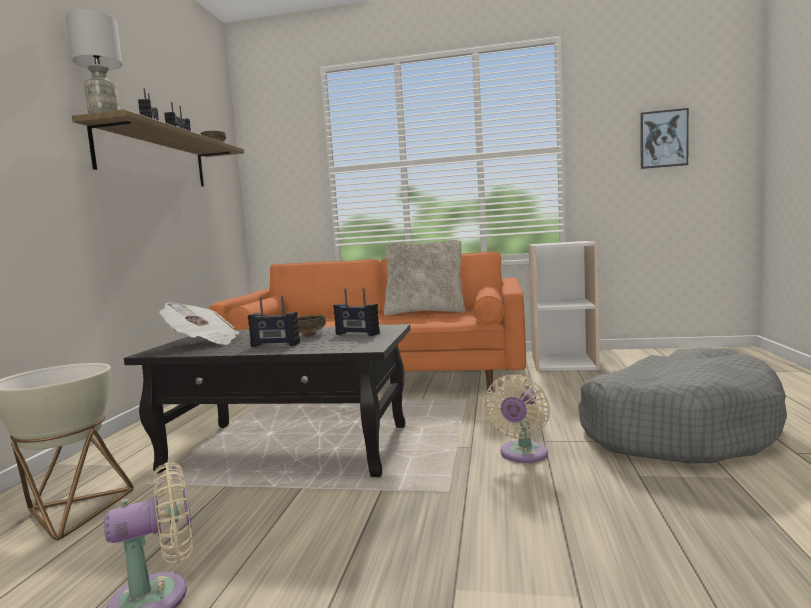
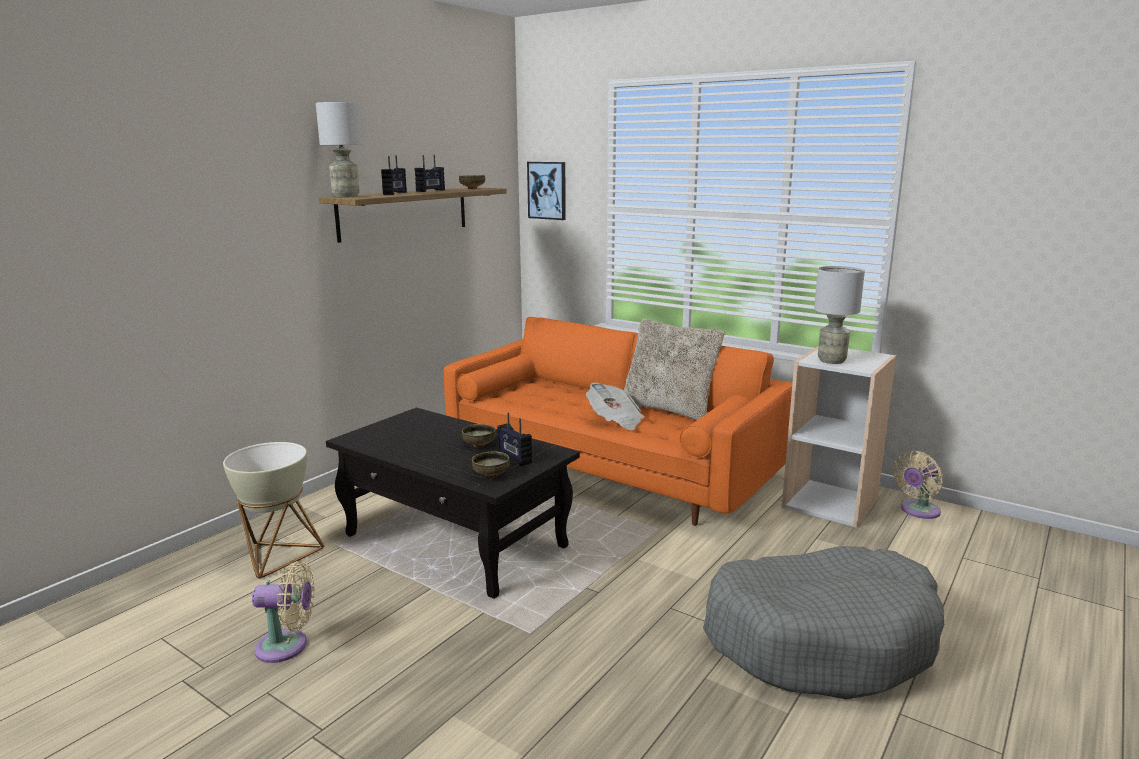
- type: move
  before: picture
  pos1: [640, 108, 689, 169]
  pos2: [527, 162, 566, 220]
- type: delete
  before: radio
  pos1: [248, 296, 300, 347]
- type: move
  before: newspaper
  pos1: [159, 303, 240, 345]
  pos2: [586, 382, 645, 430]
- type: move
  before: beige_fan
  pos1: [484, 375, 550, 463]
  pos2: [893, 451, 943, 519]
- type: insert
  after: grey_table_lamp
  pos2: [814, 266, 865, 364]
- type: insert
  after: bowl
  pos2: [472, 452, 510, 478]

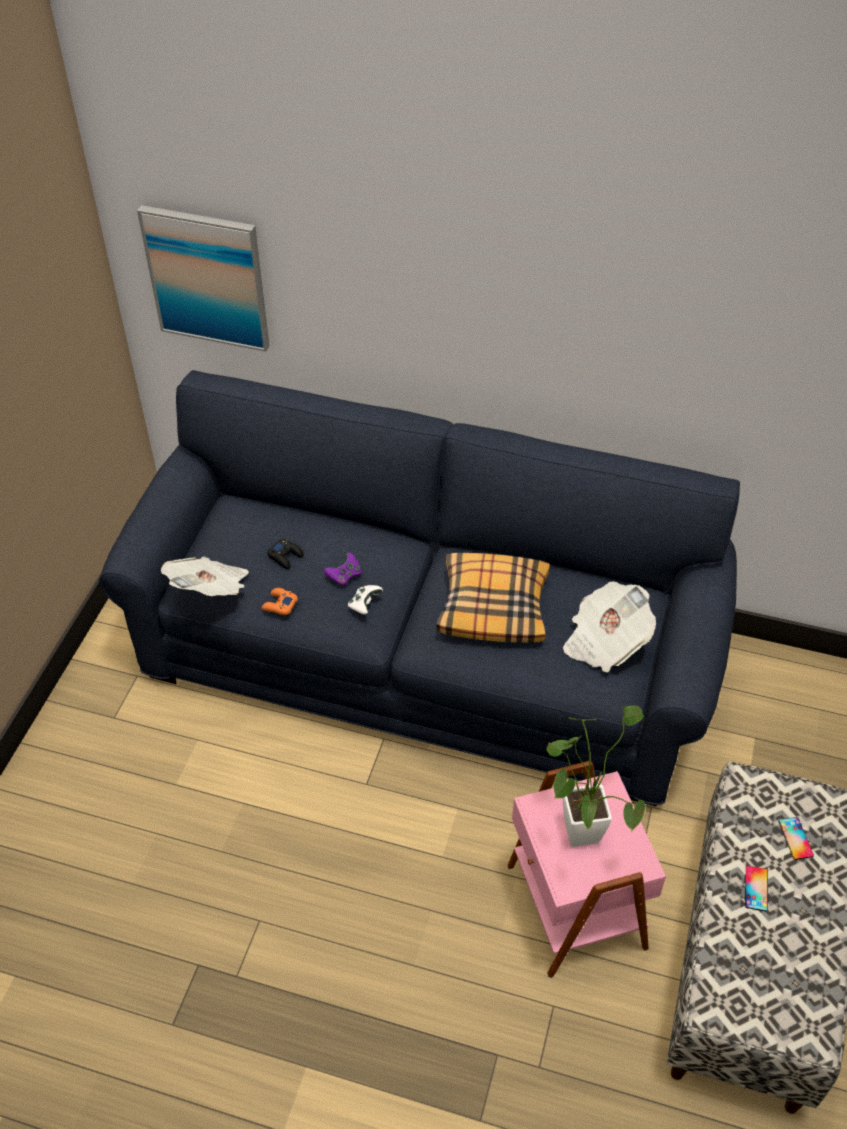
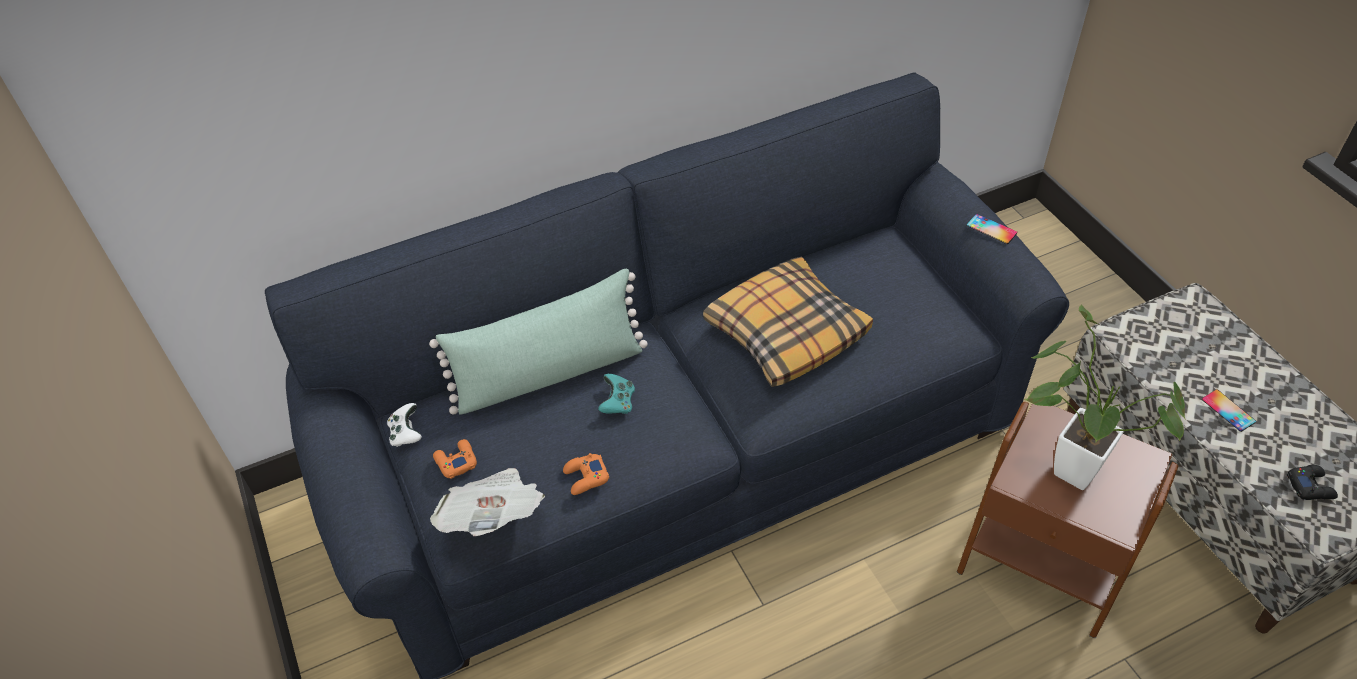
- type: delete
  before: picture
  pos1: [137, 205, 269, 352]
- type: move
  before: black_game_controller
  pos1: [267, 539, 304, 569]
  pos2: [1287, 465, 1338, 500]
- type: recolor
  before: purple_game_controller
  after: turquoise_game_controller
  pos1: [323, 553, 362, 586]
  pos2: [598, 374, 635, 414]
- type: delete
  before: newspaper
  pos1: [563, 581, 656, 672]
- type: move
  before: white_game_controller
  pos1: [348, 585, 383, 614]
  pos2: [387, 403, 422, 447]
- type: recolor
  before: pink_side_table
  after: brown_side_table
  pos1: [508, 761, 666, 978]
  pos2: [957, 402, 1178, 638]
- type: move
  before: phone
  pos1: [778, 817, 814, 860]
  pos2: [966, 214, 1017, 244]
- type: insert
  after: green_pillow
  pos2: [429, 269, 648, 415]
- type: insert
  after: orange_game_controller
  pos2: [433, 439, 477, 479]

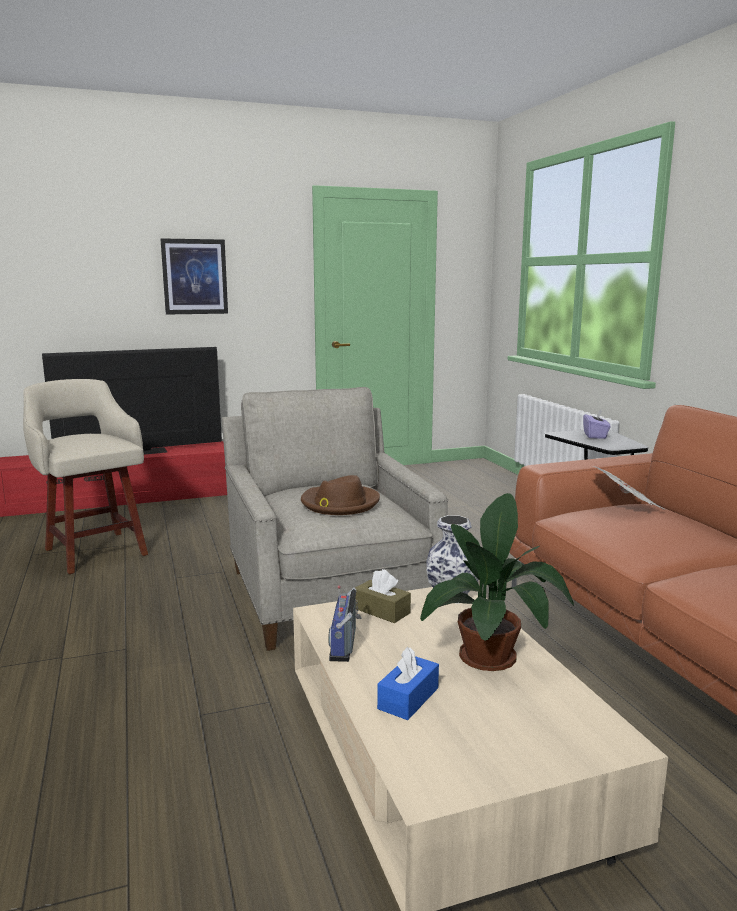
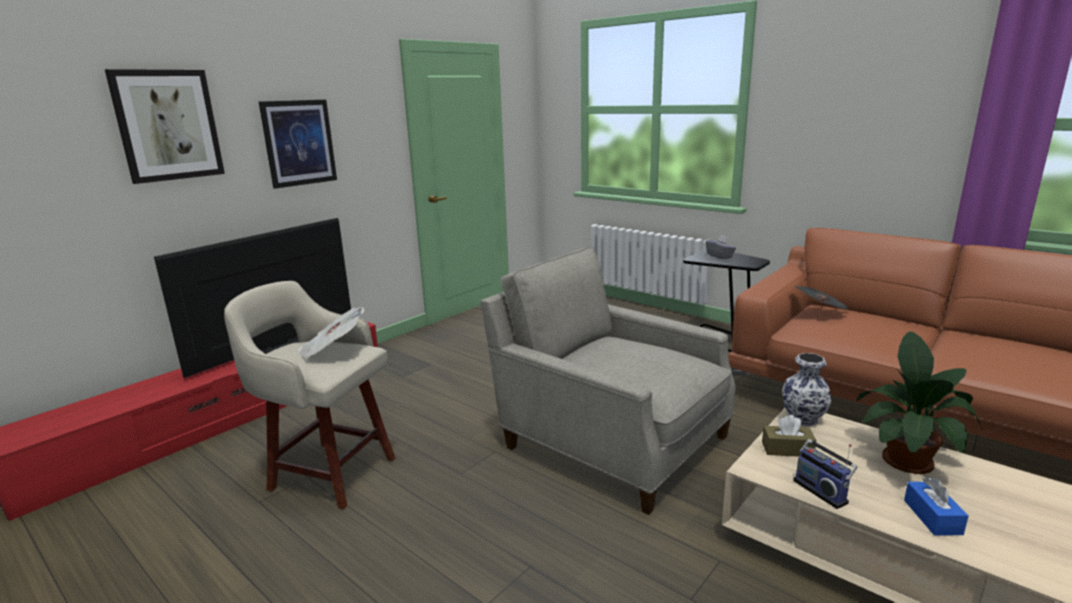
- type: recolor
  before: purple_tissue_box
  after: grey_tissue_box
  pos1: [583, 410, 610, 439]
  pos2: [706, 234, 736, 259]
- type: delete
  before: brown_hat
  pos1: [301, 475, 380, 515]
- type: insert
  after: picture
  pos2: [105, 69, 225, 184]
- type: insert
  after: newspaper
  pos2: [297, 307, 365, 359]

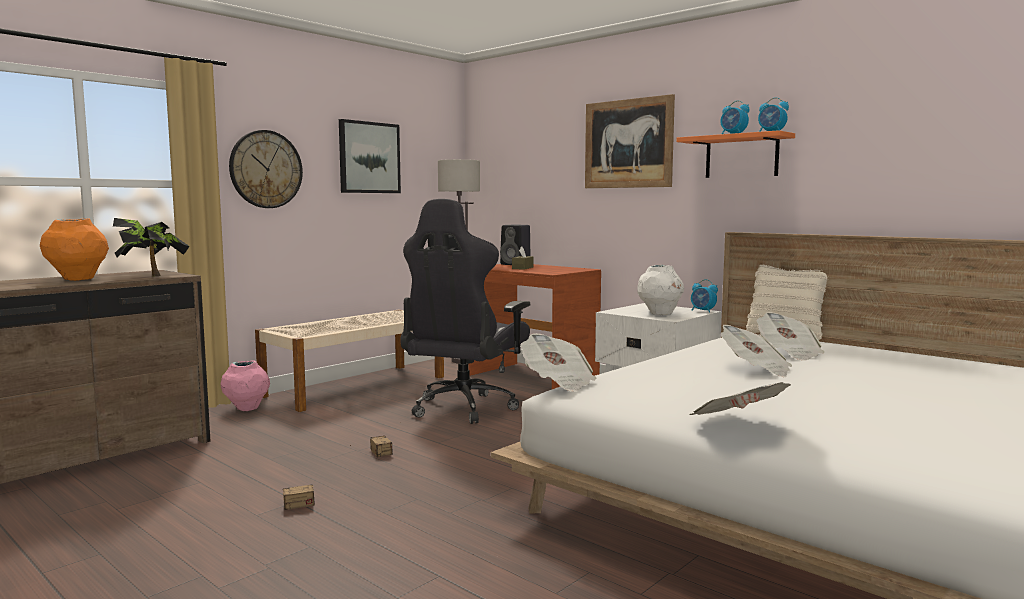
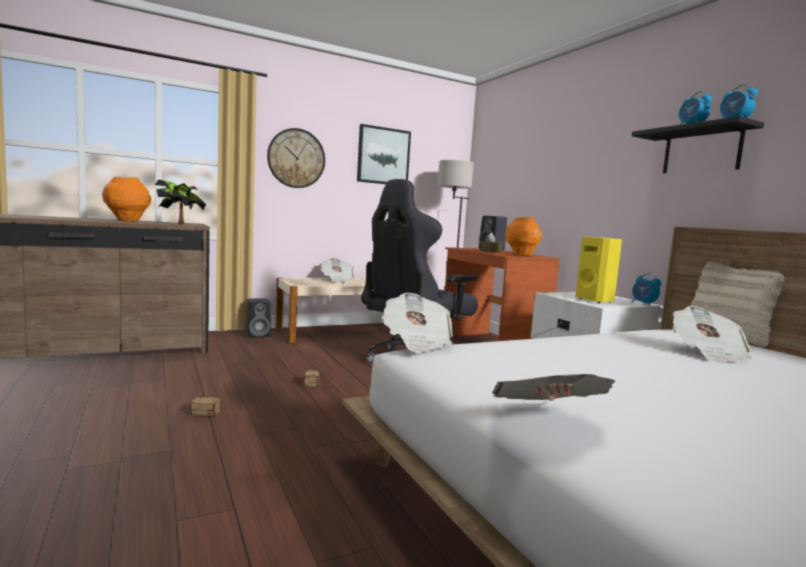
- type: delete
  before: picture
  pos1: [585, 94, 675, 188]
- type: recolor
  before: orange_shelf
  after: black_shelf
  pos1: [676, 130, 795, 178]
  pos2: [632, 116, 764, 173]
- type: replace
  before: white_vase
  after: yellow_speaker
  pos1: [637, 265, 684, 315]
  pos2: [576, 236, 622, 303]
- type: move
  before: newspaper
  pos1: [721, 325, 792, 378]
  pos2: [320, 258, 354, 283]
- type: replace
  before: pink_vase
  after: black_speaker
  pos1: [221, 360, 270, 411]
  pos2: [246, 298, 271, 338]
- type: insert
  after: orange_vase
  pos2: [505, 217, 542, 256]

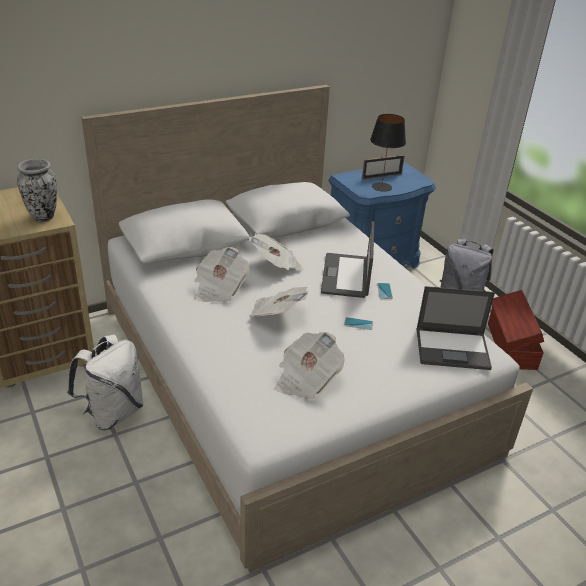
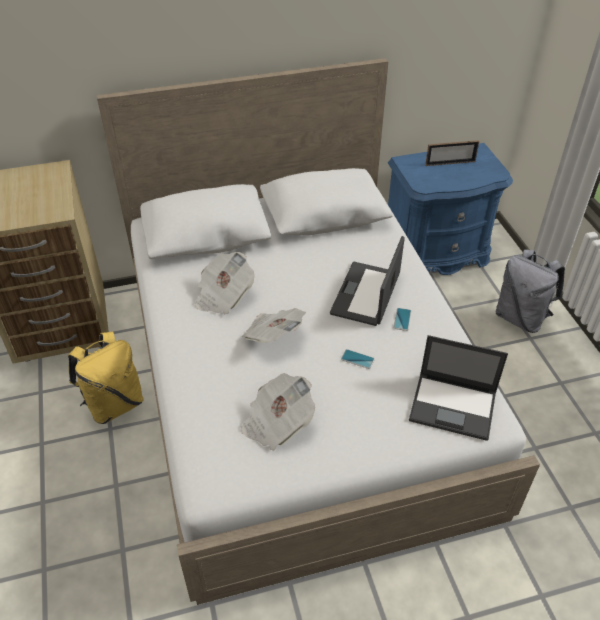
- type: delete
  before: black_table_lamp
  pos1: [370, 114, 406, 192]
- type: delete
  before: vase
  pos1: [17, 159, 57, 222]
- type: delete
  before: newspaper
  pos1: [249, 234, 303, 270]
- type: delete
  before: brown_storage_box
  pos1: [488, 290, 544, 370]
- type: recolor
  before: white_backpack
  after: yellow_backpack
  pos1: [67, 335, 144, 430]
  pos2: [68, 332, 143, 424]

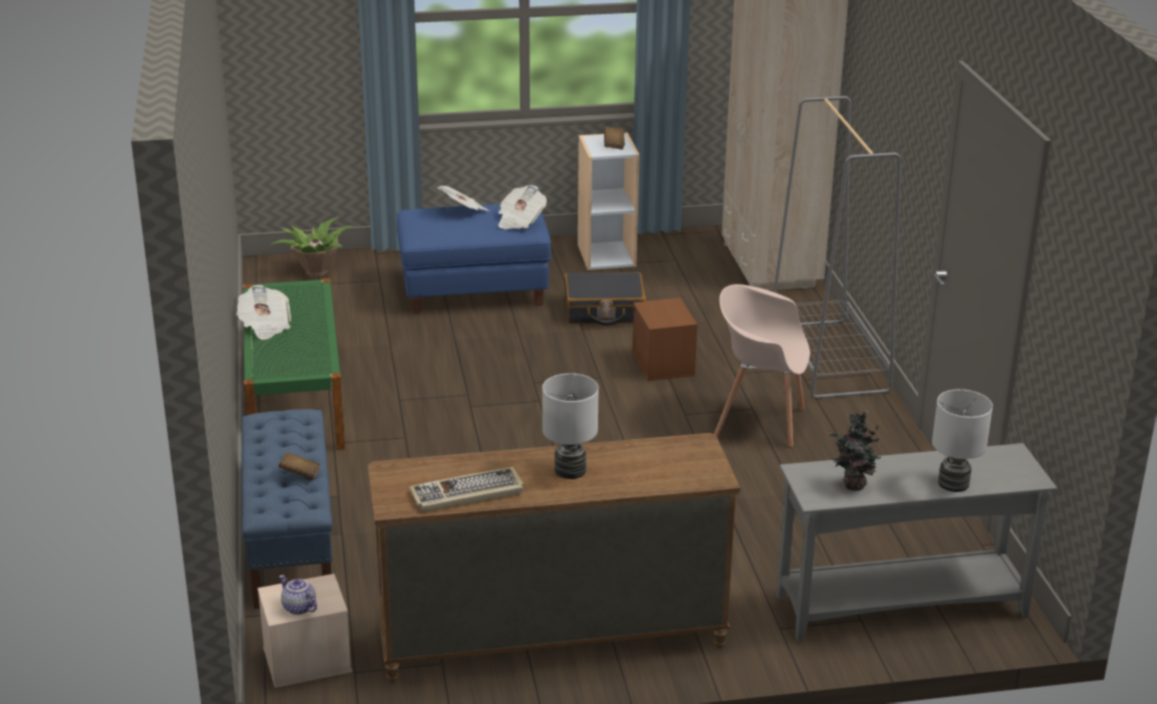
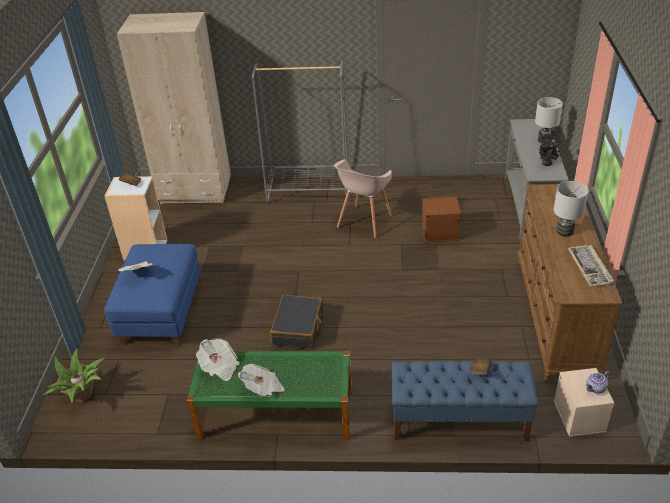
- type: move
  before: newspaper
  pos1: [498, 185, 547, 229]
  pos2: [196, 339, 240, 381]
- type: move
  before: black_suitcase
  pos1: [564, 272, 646, 326]
  pos2: [270, 295, 323, 349]
- type: move
  before: brown_storage_box
  pos1: [632, 298, 698, 381]
  pos2: [422, 197, 461, 243]

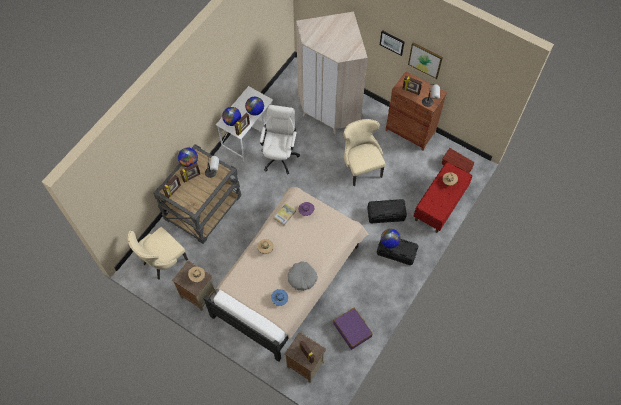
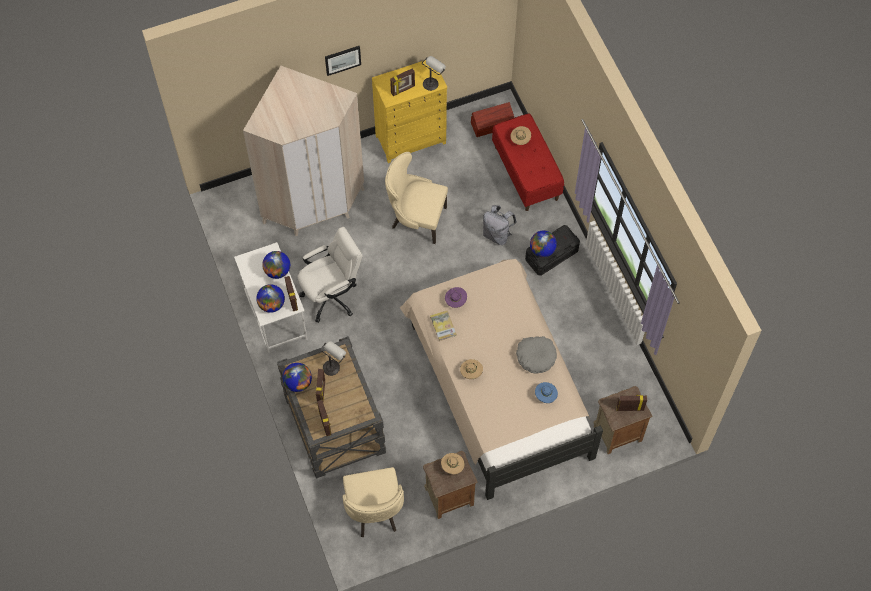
- type: delete
  before: picture
  pos1: [408, 42, 443, 79]
- type: recolor
  before: brown_dresser
  after: yellow_dresser
  pos1: [386, 71, 447, 151]
  pos2: [372, 60, 448, 163]
- type: rotate
  before: white_office_chair
  pos1: [260, 105, 300, 175]
  pos2: [298, 227, 363, 323]
  turn: 105
- type: replace
  before: black_storage_box
  after: grey_backpack
  pos1: [367, 199, 407, 224]
  pos2: [483, 205, 517, 245]
- type: delete
  before: purple_suitcase
  pos1: [333, 308, 373, 350]

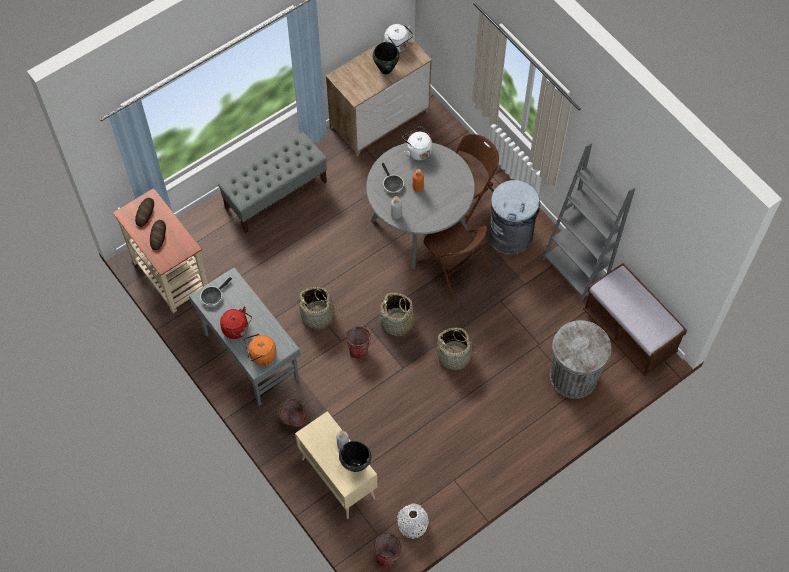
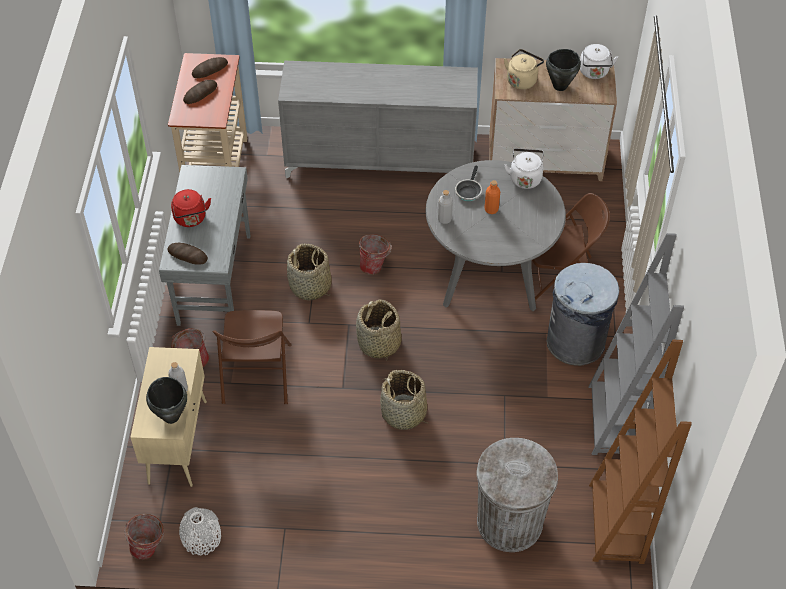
- type: replace
  before: grey_bench
  after: grey_dresser
  pos1: [218, 132, 327, 233]
  pos2: [278, 61, 478, 178]
- type: move
  before: brown_chair
  pos1: [417, 221, 490, 300]
  pos2: [212, 310, 292, 404]
- type: replace
  before: brown_bench
  after: brown_bookcase
  pos1: [583, 263, 687, 376]
  pos2: [589, 340, 692, 564]
- type: delete
  before: frying_pan
  pos1: [200, 277, 232, 306]
- type: move
  before: bucket
  pos1: [345, 326, 373, 359]
  pos2: [359, 234, 391, 275]
- type: replace
  before: orange_kettle
  after: bread
  pos1: [244, 334, 277, 366]
  pos2: [167, 243, 208, 265]
- type: insert
  after: beige_kettle
  pos2: [504, 49, 544, 90]

